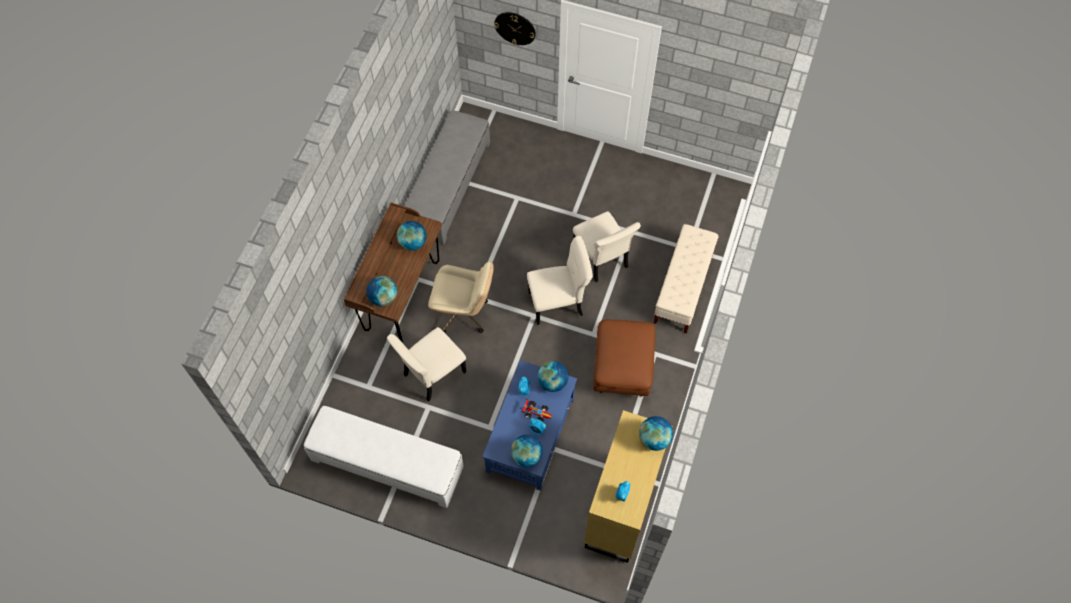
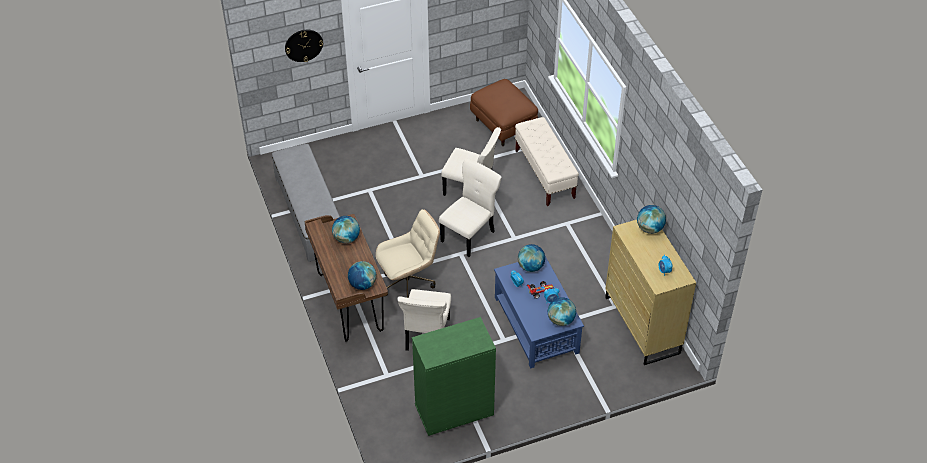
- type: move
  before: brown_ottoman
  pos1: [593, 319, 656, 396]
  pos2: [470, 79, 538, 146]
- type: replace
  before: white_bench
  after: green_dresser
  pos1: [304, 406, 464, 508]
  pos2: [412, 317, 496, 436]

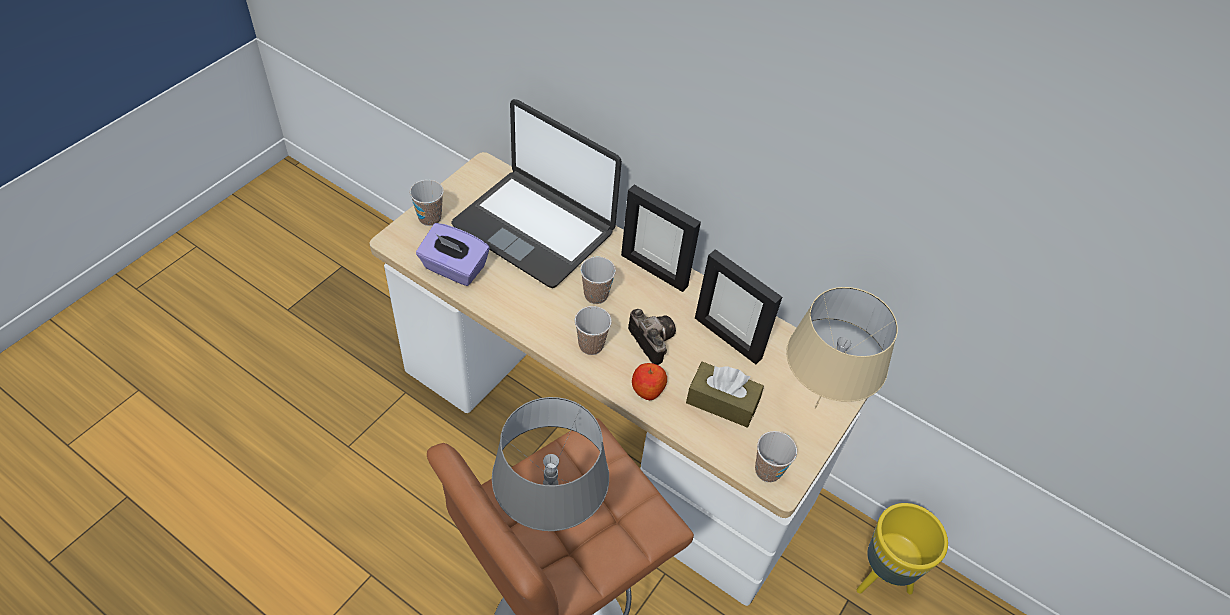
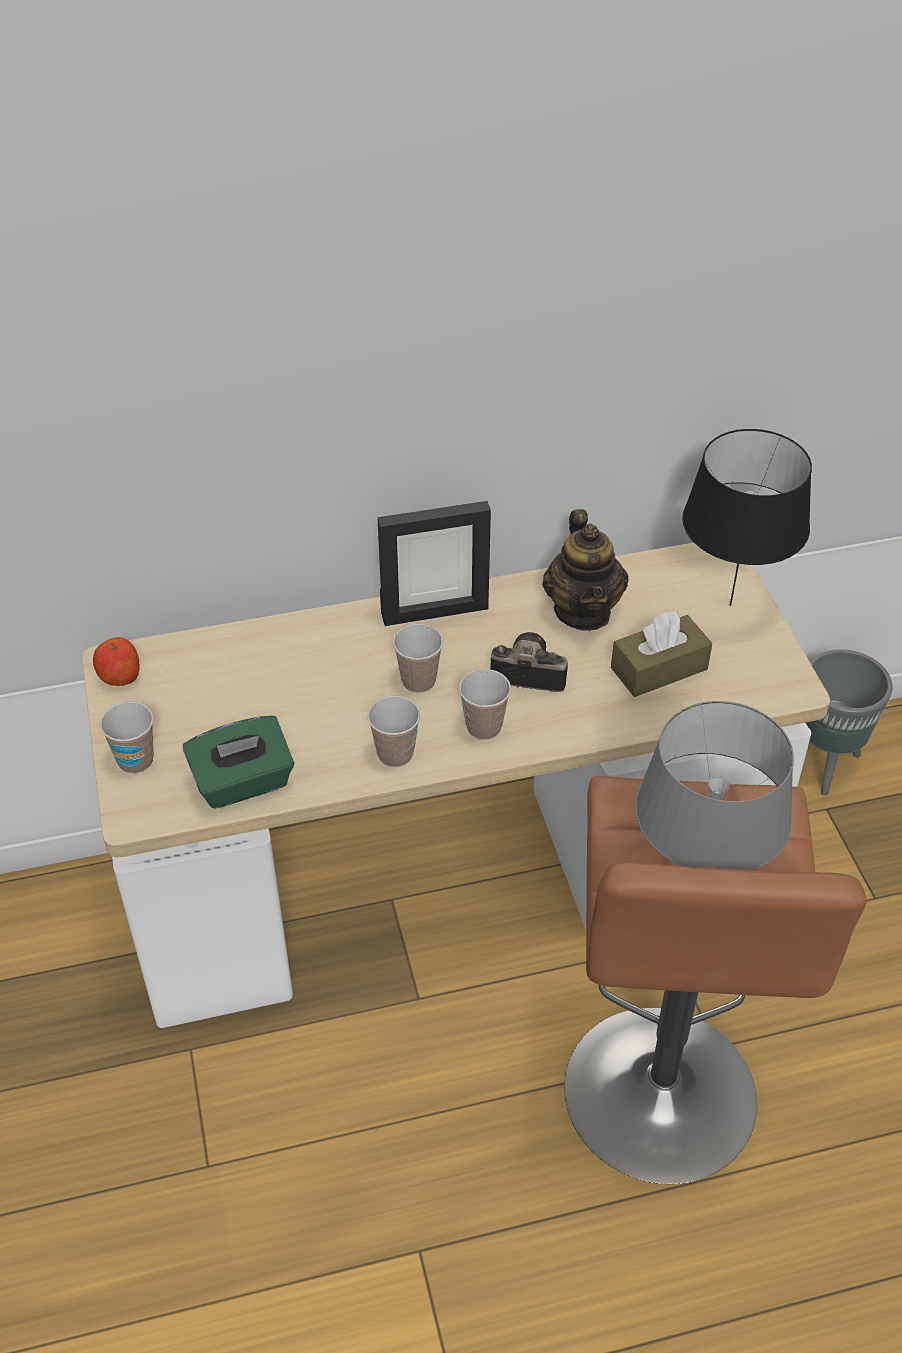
- type: delete
  before: laptop
  pos1: [451, 99, 622, 288]
- type: recolor
  before: purple_tissue_box
  after: green_tissue_box
  pos1: [416, 223, 490, 286]
  pos2: [183, 716, 294, 809]
- type: replace
  before: picture_frame
  after: teapot
  pos1: [695, 249, 782, 364]
  pos2: [542, 509, 629, 631]
- type: recolor
  before: beige_table_lamp
  after: black_table_lamp
  pos1: [786, 287, 898, 409]
  pos2: [682, 429, 812, 606]
- type: move
  before: apple
  pos1: [632, 363, 667, 400]
  pos2: [93, 637, 140, 686]
- type: move
  before: cup
  pos1: [755, 431, 797, 482]
  pos2: [367, 696, 420, 767]
- type: recolor
  before: yellow_planter
  after: grey_planter
  pos1: [857, 503, 948, 594]
  pos2: [806, 649, 892, 795]

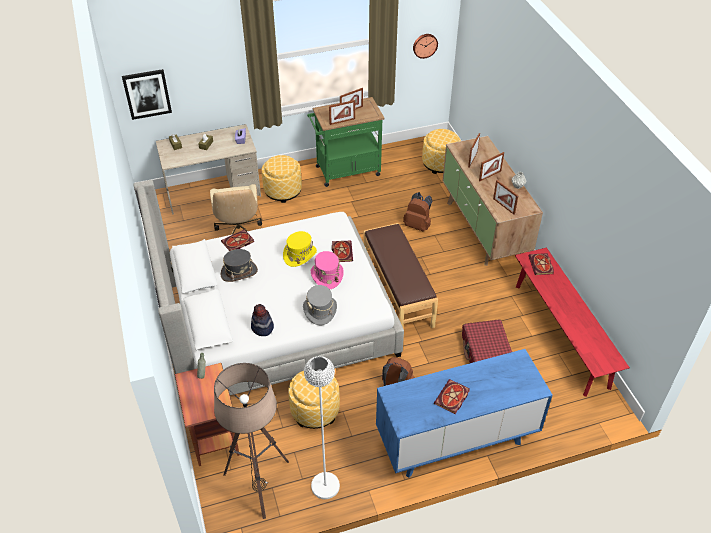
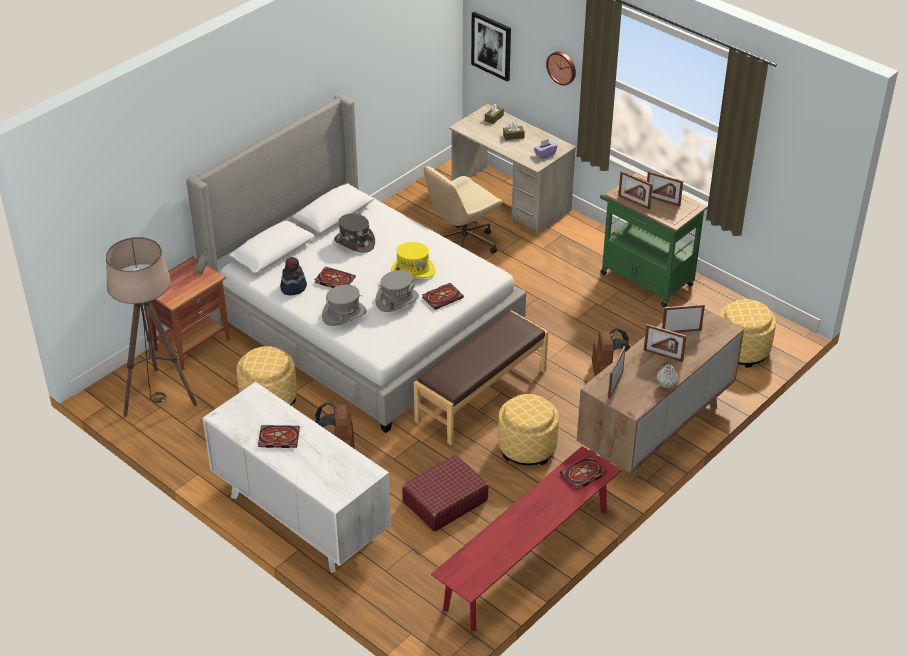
- type: move
  before: wall_clock
  pos1: [413, 34, 438, 59]
  pos2: [546, 51, 576, 85]
- type: move
  before: ottoman
  pos1: [262, 155, 302, 203]
  pos2: [498, 394, 559, 465]
- type: move
  before: book
  pos1: [221, 229, 254, 251]
  pos2: [315, 266, 356, 288]
- type: recolor
  before: pink_hat
  after: grey_hat
  pos1: [311, 251, 344, 289]
  pos2: [375, 270, 419, 312]
- type: recolor
  before: blue_dresser
  after: white_dresser
  pos1: [376, 349, 553, 478]
  pos2: [203, 382, 391, 573]
- type: delete
  before: white_floor_lamp
  pos1: [304, 356, 340, 499]

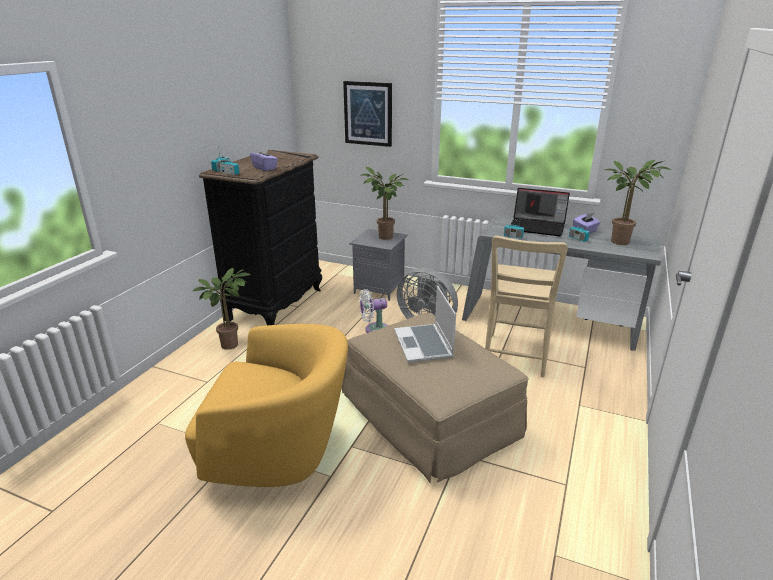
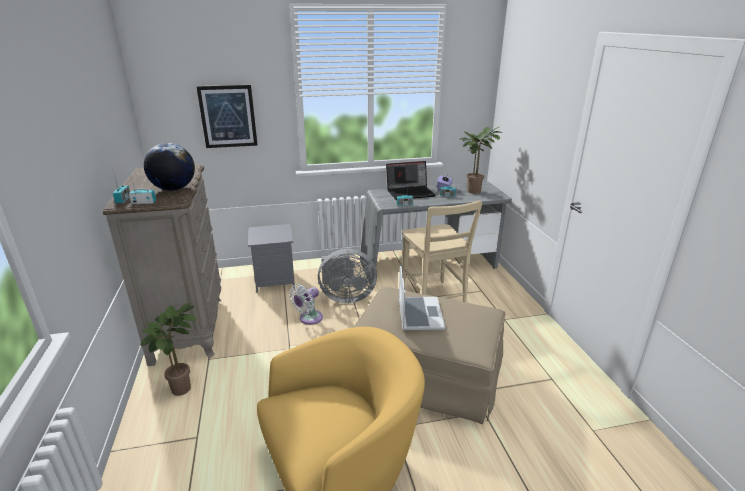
- type: replace
  before: purple_tissue_box
  after: globe
  pos1: [250, 147, 278, 171]
  pos2: [144, 143, 195, 191]
- type: recolor
  before: black_dresser
  after: beige_dresser
  pos1: [199, 150, 322, 325]
  pos2: [103, 165, 221, 366]
- type: delete
  before: potted_plant
  pos1: [360, 167, 409, 240]
- type: rotate
  before: laptop
  pos1: [394, 286, 456, 363]
  pos2: [399, 264, 446, 330]
  turn: -135

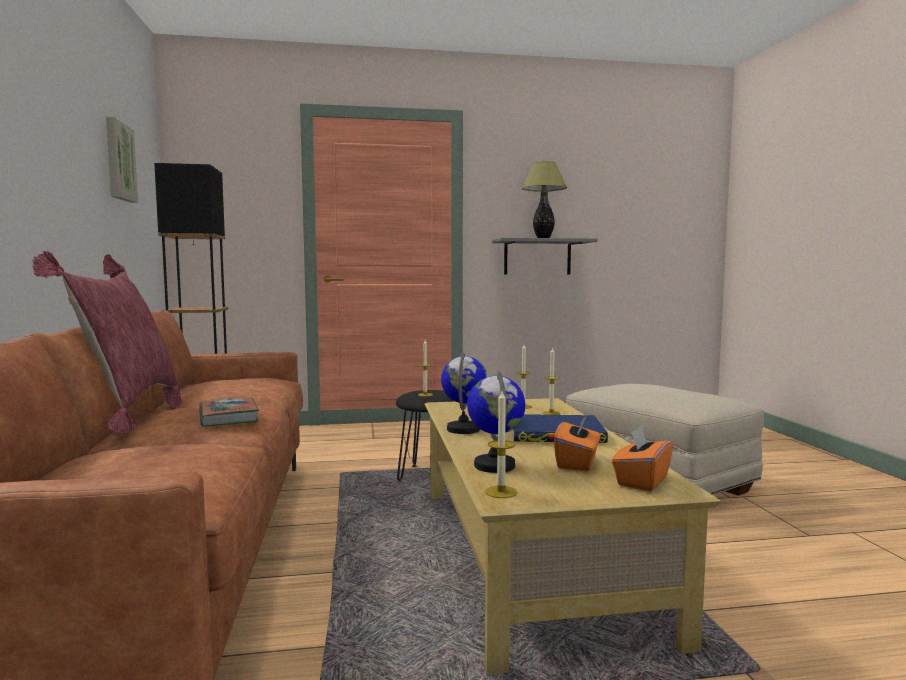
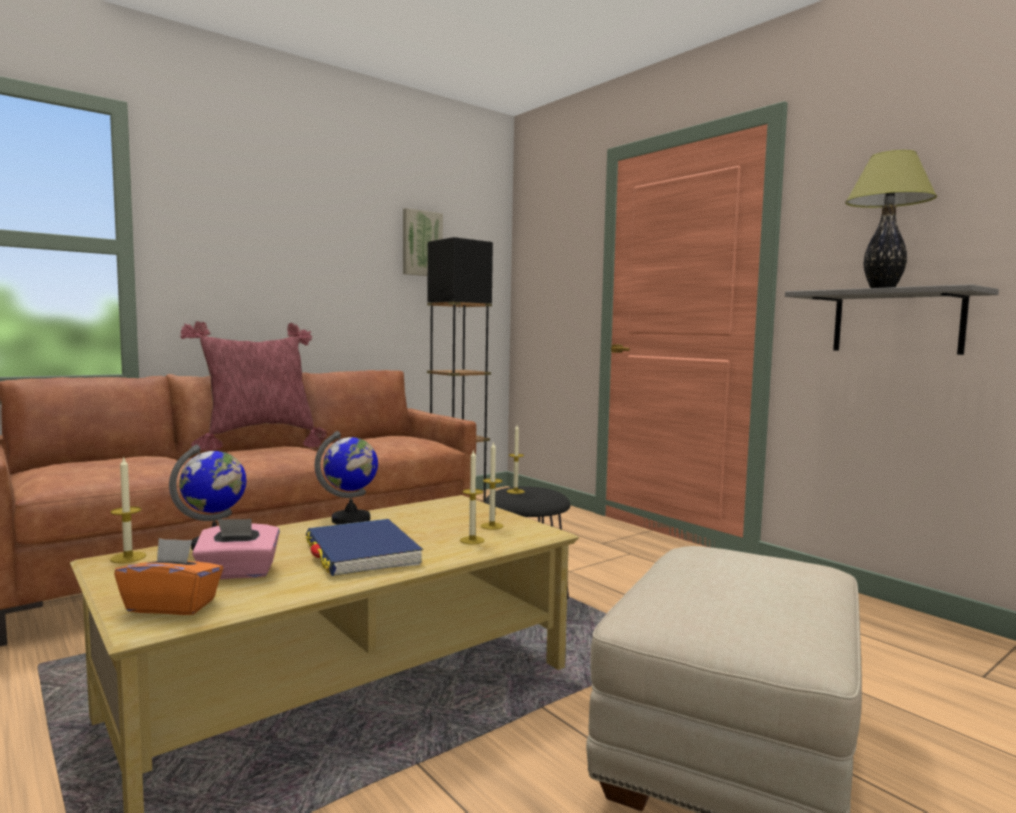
- type: delete
  before: book
  pos1: [199, 397, 259, 427]
- type: recolor
  before: orange_tissue_box
  after: pink_tissue_box
  pos1: [554, 414, 600, 471]
  pos2: [192, 519, 280, 579]

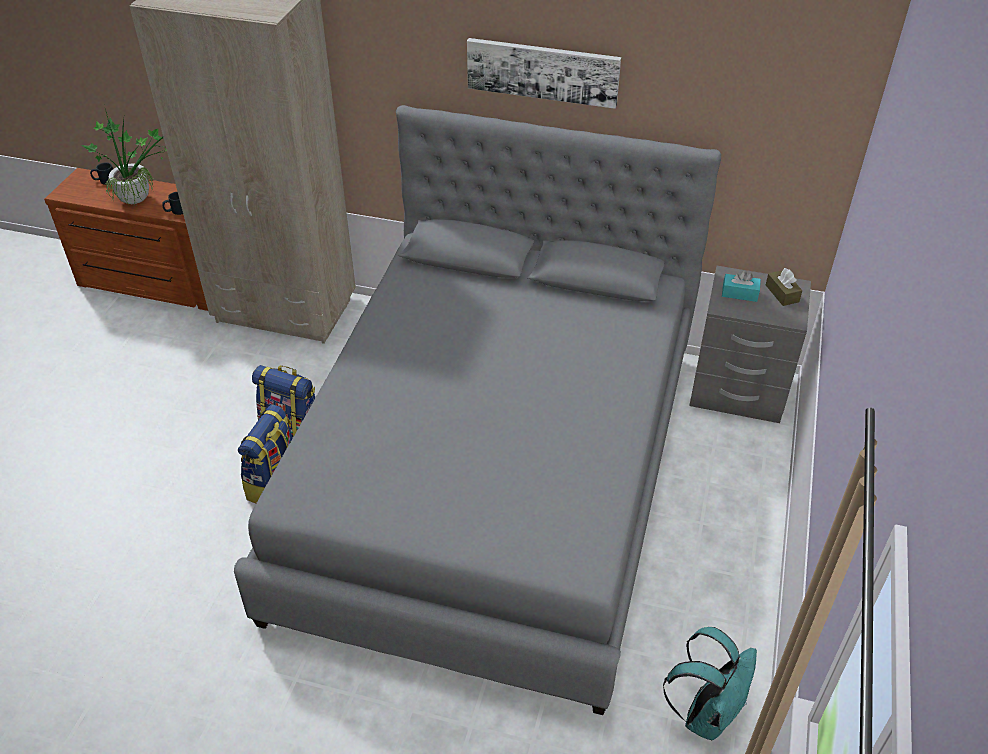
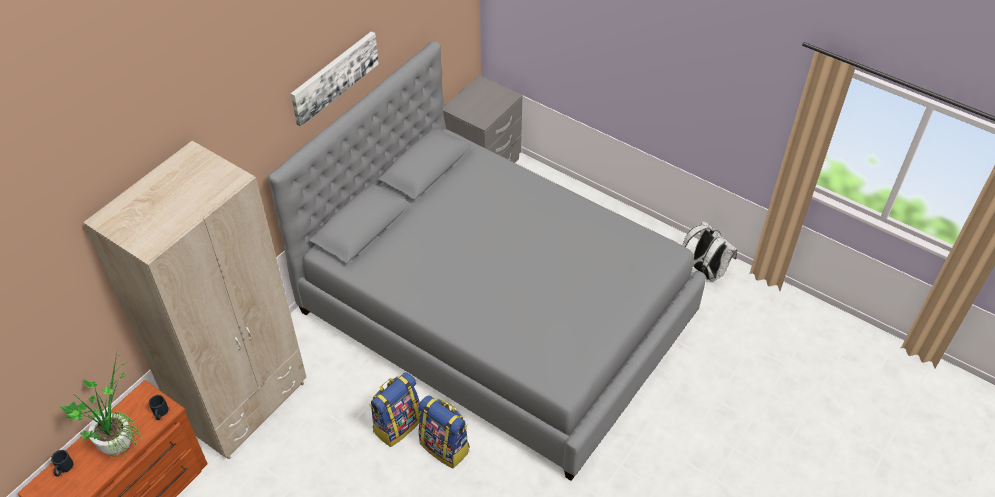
- type: delete
  before: brown_tissue_box
  pos1: [766, 268, 802, 306]
- type: delete
  before: turquoise_tissue_box
  pos1: [722, 271, 761, 302]
- type: recolor
  before: turquoise_backpack
  after: white_backpack
  pos1: [663, 627, 757, 740]
  pos2: [683, 221, 737, 282]

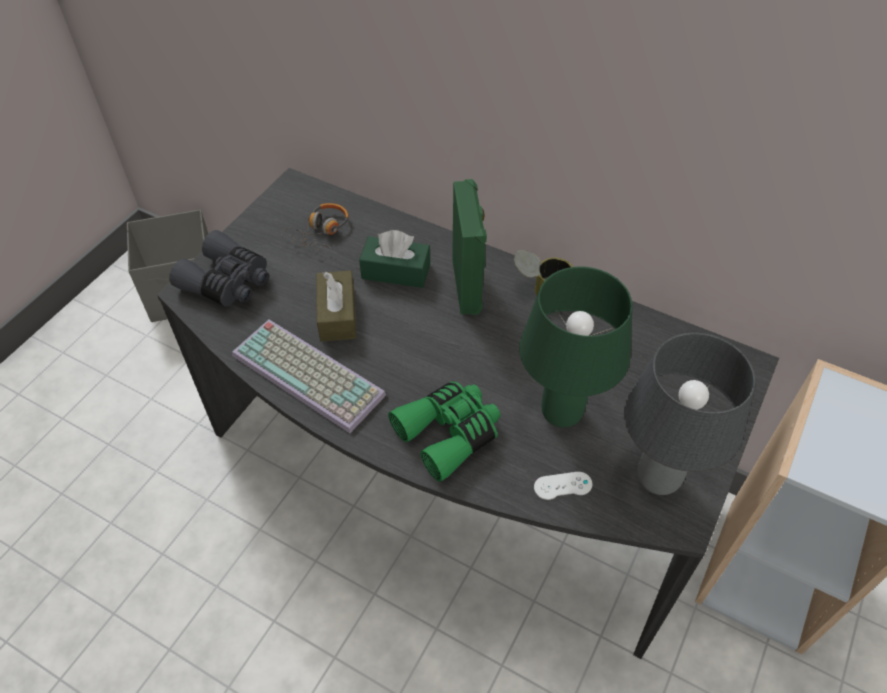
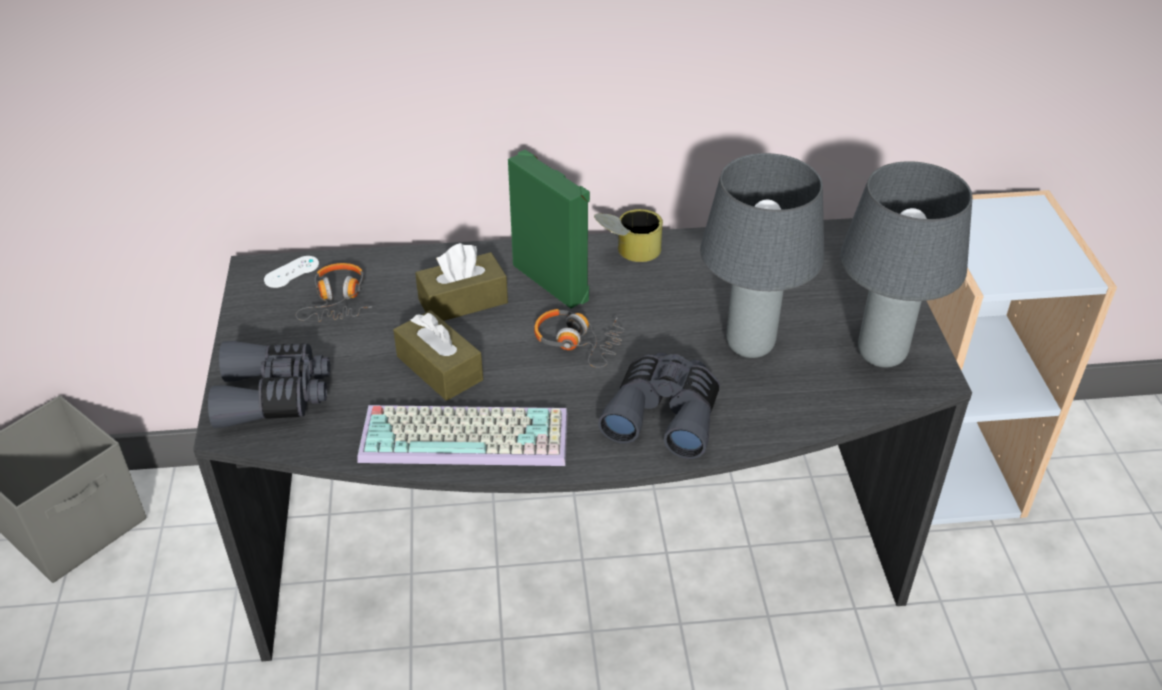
- type: recolor
  before: green_tissue_box
  after: brown_tissue_box
  pos1: [359, 230, 430, 288]
  pos2: [415, 243, 508, 321]
- type: recolor
  before: green_table_lamp
  after: grey_table_lamp
  pos1: [519, 266, 632, 428]
  pos2: [700, 153, 824, 358]
- type: recolor
  before: green_binoculars
  after: grey_binoculars
  pos1: [388, 381, 501, 482]
  pos2: [598, 352, 720, 459]
- type: move
  before: white_game_controller
  pos1: [534, 472, 592, 500]
  pos2: [264, 256, 319, 288]
- type: insert
  after: headphones
  pos2: [534, 309, 624, 368]

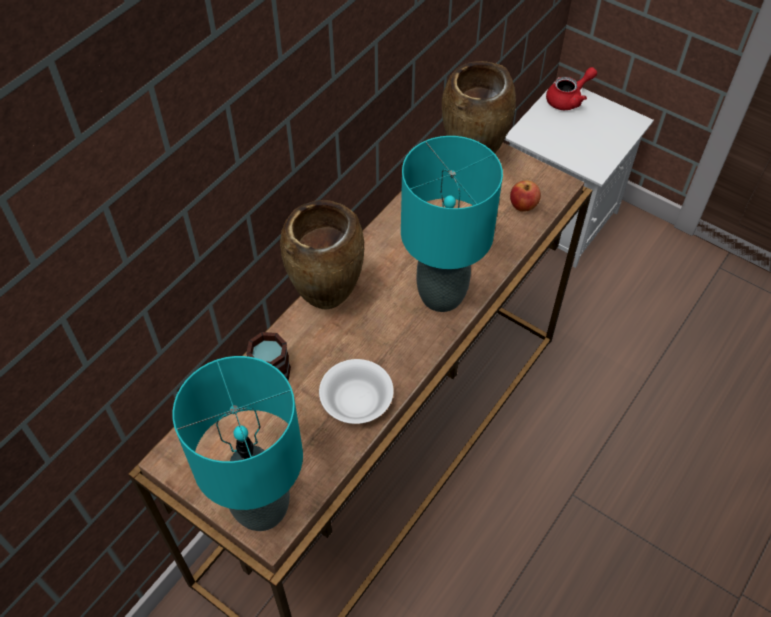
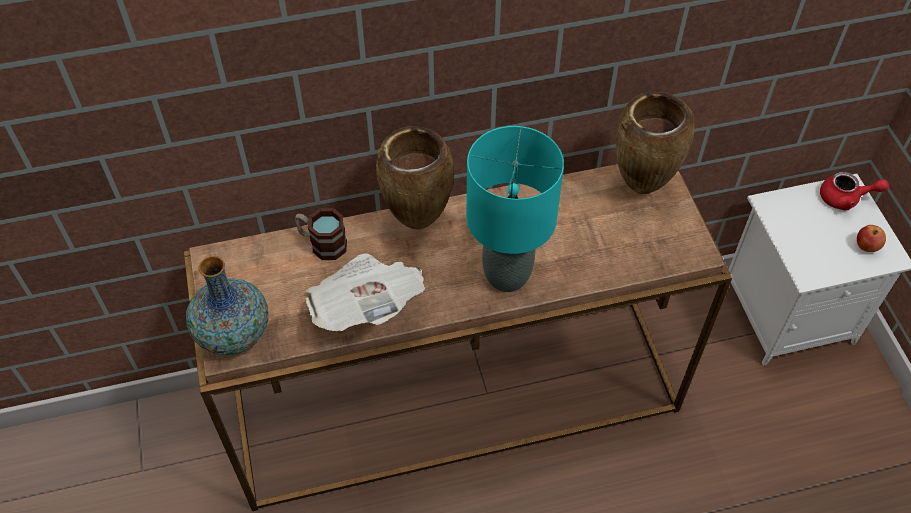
- type: move
  before: apple
  pos1: [510, 180, 541, 212]
  pos2: [857, 225, 886, 252]
- type: replace
  before: turquoise_table_lamp
  after: vase
  pos1: [172, 356, 303, 531]
  pos2: [186, 256, 268, 355]
- type: replace
  before: white_bowl
  after: newspaper
  pos1: [319, 359, 394, 424]
  pos2: [306, 253, 425, 331]

